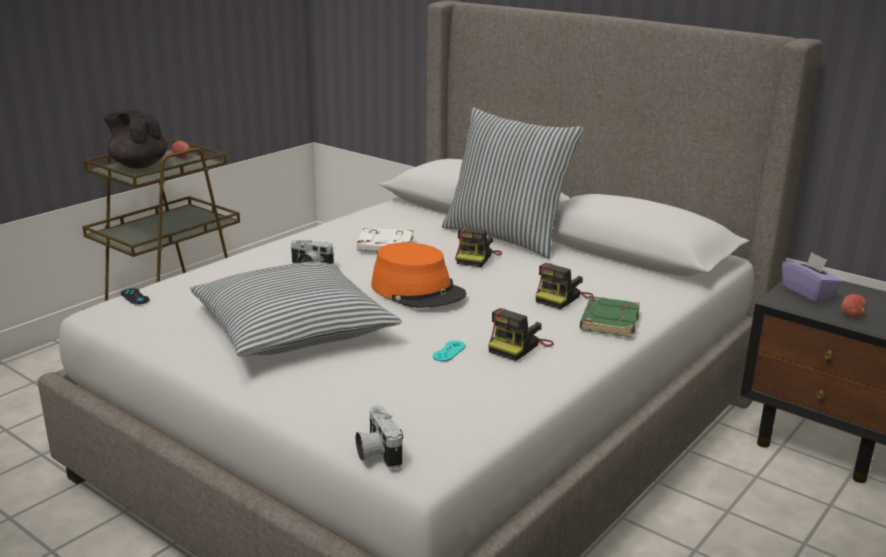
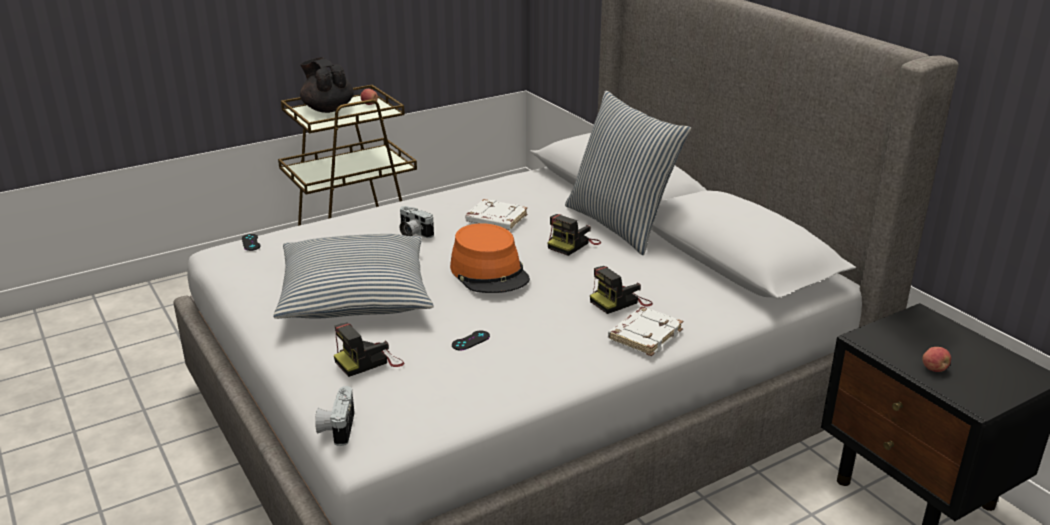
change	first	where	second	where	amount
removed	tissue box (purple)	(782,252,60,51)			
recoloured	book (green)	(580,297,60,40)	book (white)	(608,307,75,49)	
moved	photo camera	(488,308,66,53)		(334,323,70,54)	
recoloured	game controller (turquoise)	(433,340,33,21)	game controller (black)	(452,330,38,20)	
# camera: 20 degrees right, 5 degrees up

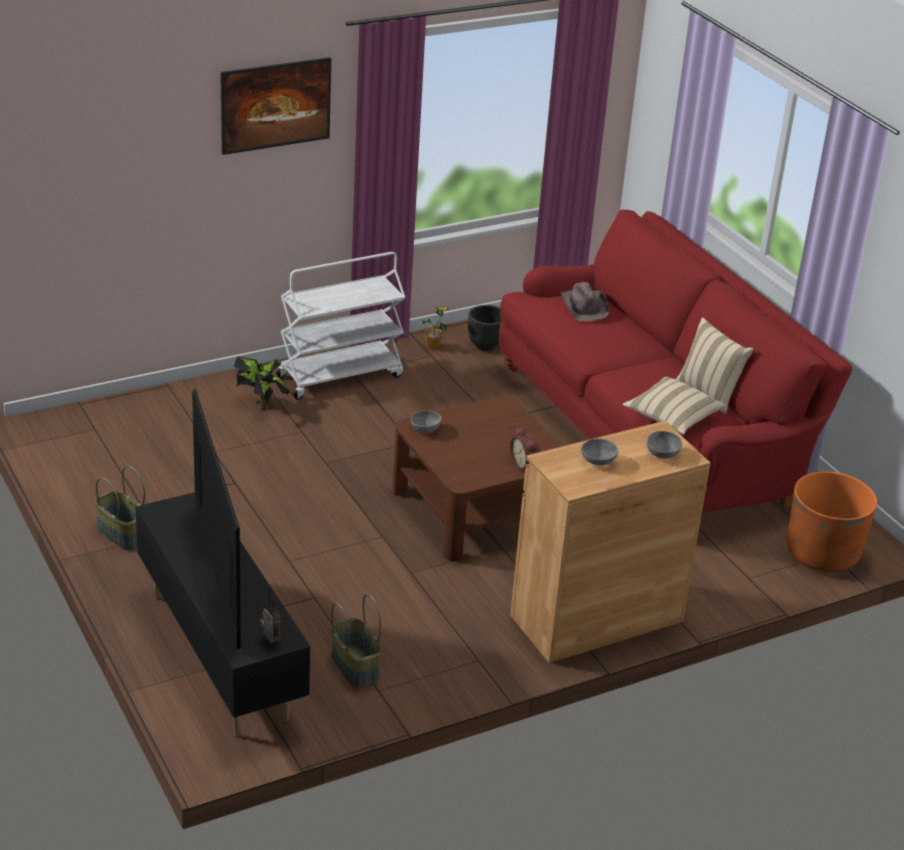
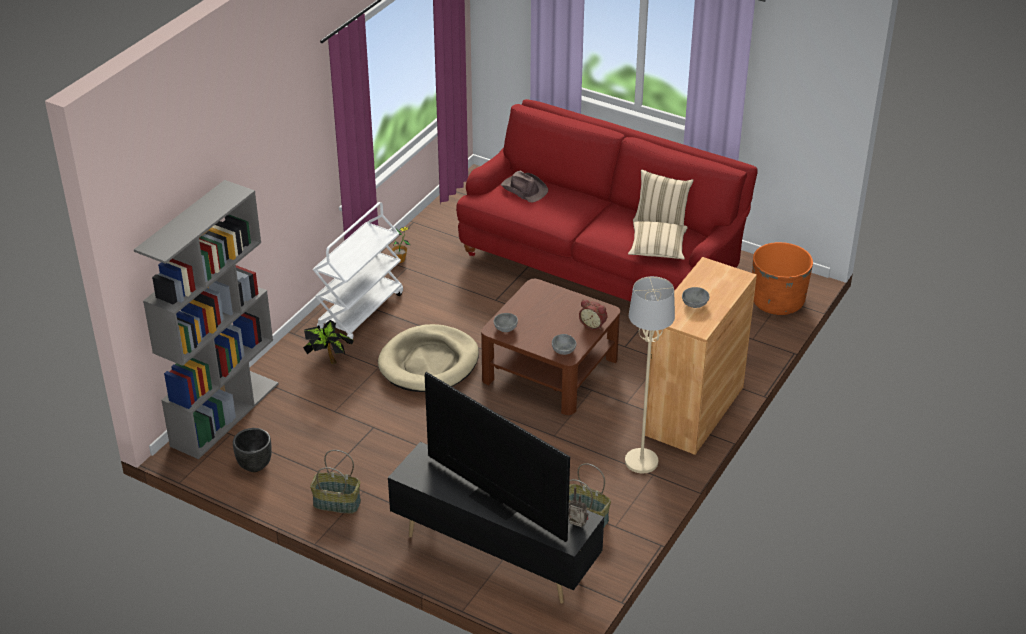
change	first	where	second	where	amount
removed	picture	(220,57,111,98)			
moved	planter (black)	(468,305,34,46)		(233,428,39,44)	
moved	bowl (grey)	(647,431,35,28)		(552,334,24,21)	
added			bookcase (grey)	(134,180,144,279)	
added			floor lamp (beige)	(625,276,50,197)	
added			dog bed (beige)	(378,324,101,68)	
# camera: 30 degrees left, 5 degrees up

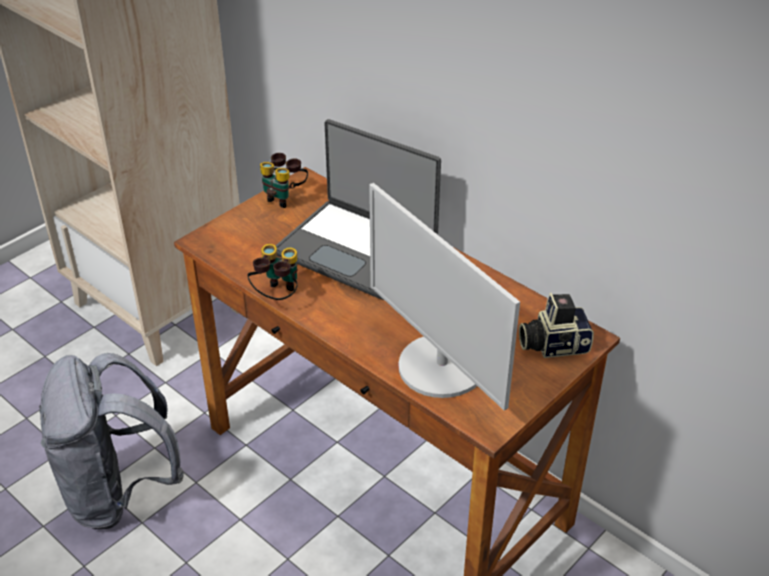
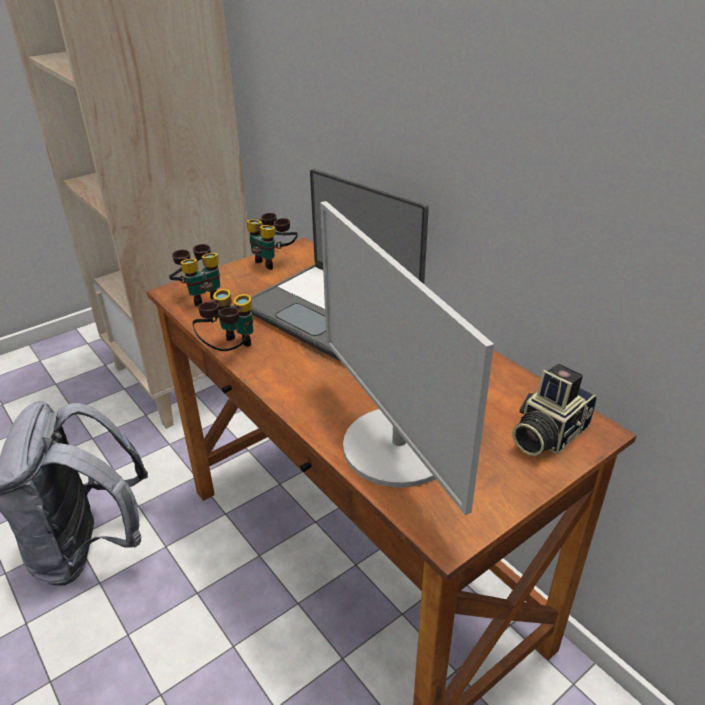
change	first	where	second	where	amount
turned	photo camera	(519,293,75,65)		(512,364,85,92)	45 degrees counterclockwise
added			binoculars	(169,244,51,62)	
# camera: 10 degrees right, 5 degrees down

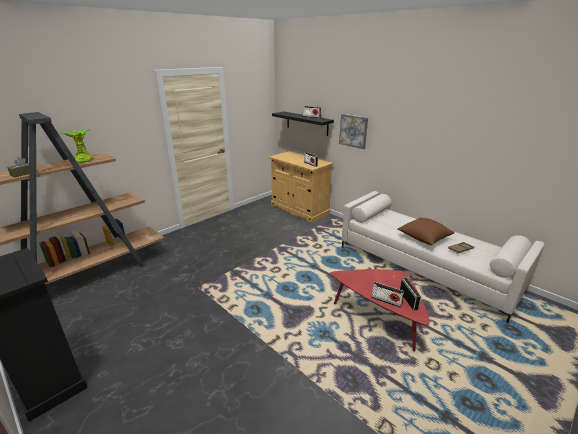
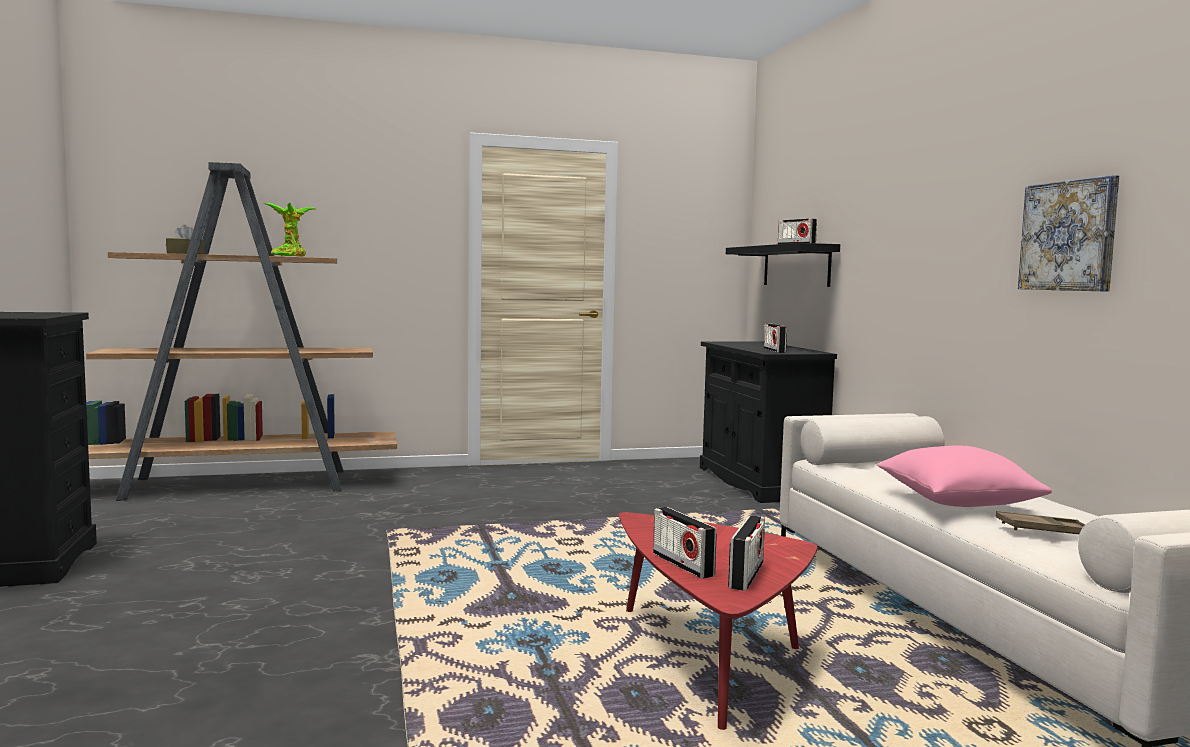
change	first	where	second	where	amount
moved	picture	(339,114,29,35)		(1018,175,101,117)	
recoloured	cabinet (beige)	(269,151,64,72)	cabinet (black)	(700,342,137,161)	
recoloured	pillow (brown)	(398,218,57,27)	pillow (pink)	(877,445,175,62)	
# camera: 30 degrees right, 20 degrees down

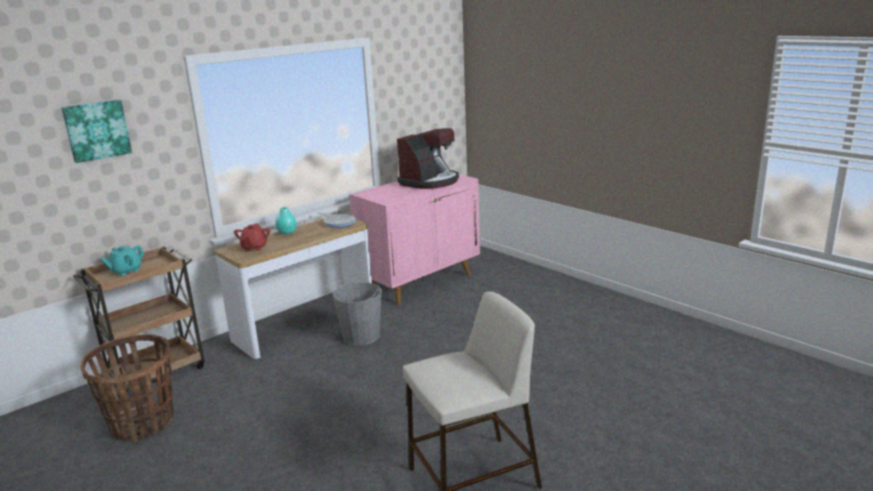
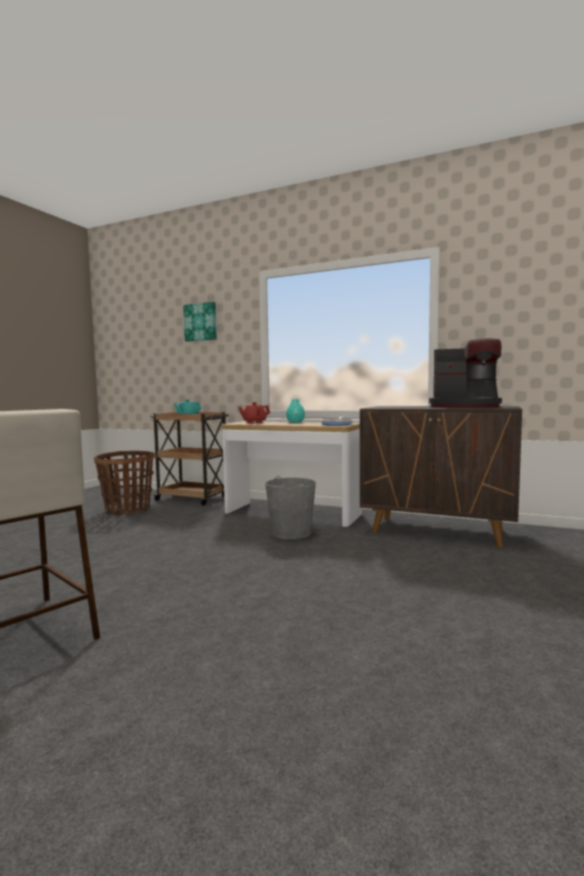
change	first	where	second	where	amount
recoloured	cabinet (pink)	(349,174,131,131)	cabinet (brown)	(360,406,162,142)	
# camera: 65 degrees right, 15 degrees down

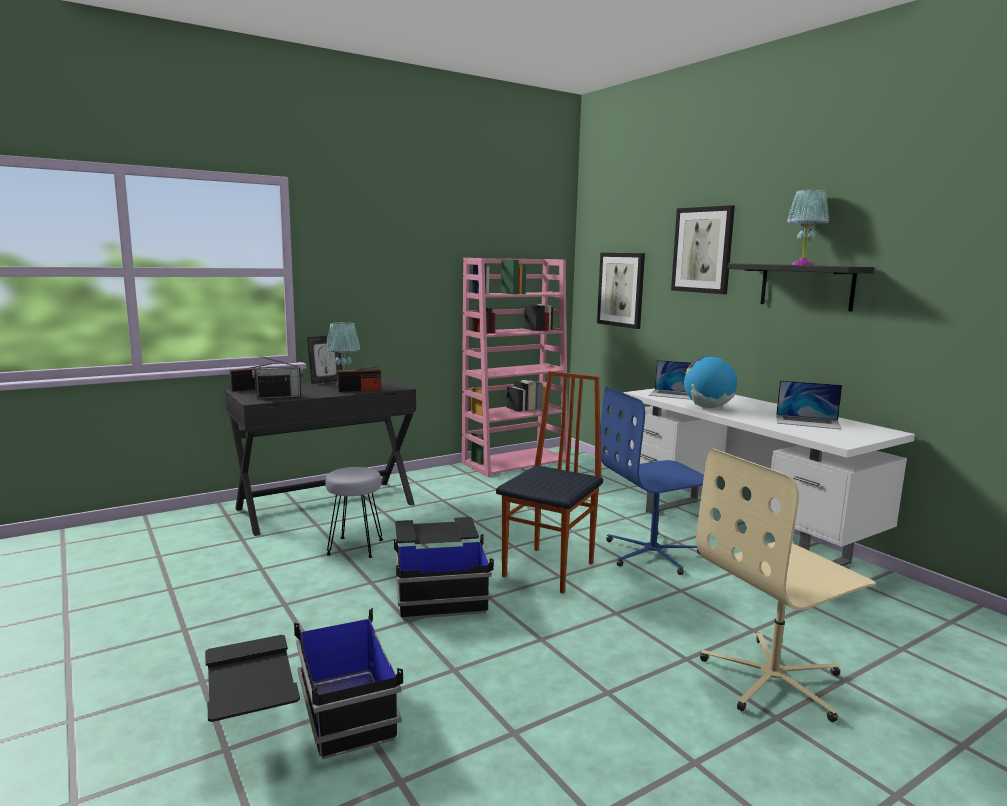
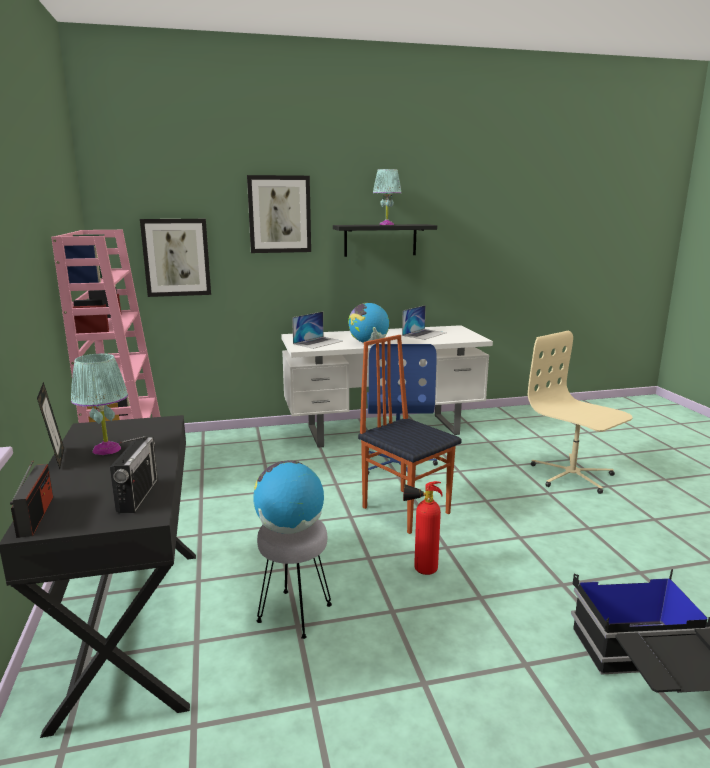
change	first	where	second	where	amount
removed	radio	(337,366,44,26)			
turned	office chair (beige)	(696,449,180,273)		(528,331,105,163)	150 degrees clockwise
replaced	storage box (black)	(394,517,100,103)	fire extinguisher	(403,481,40,94)	
added			globe	(253,460,71,74)	
# camera: 70 degrees left, 5 degrees up

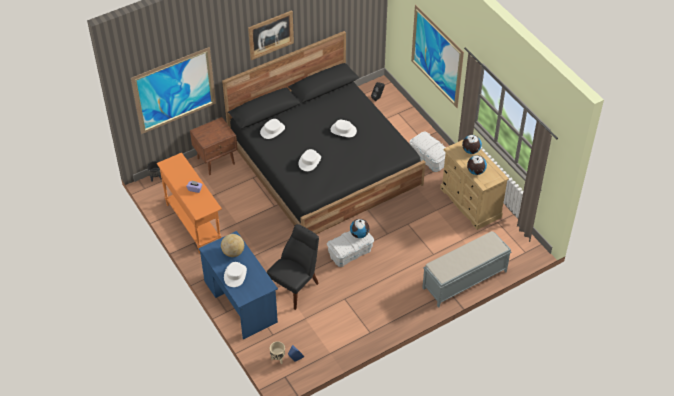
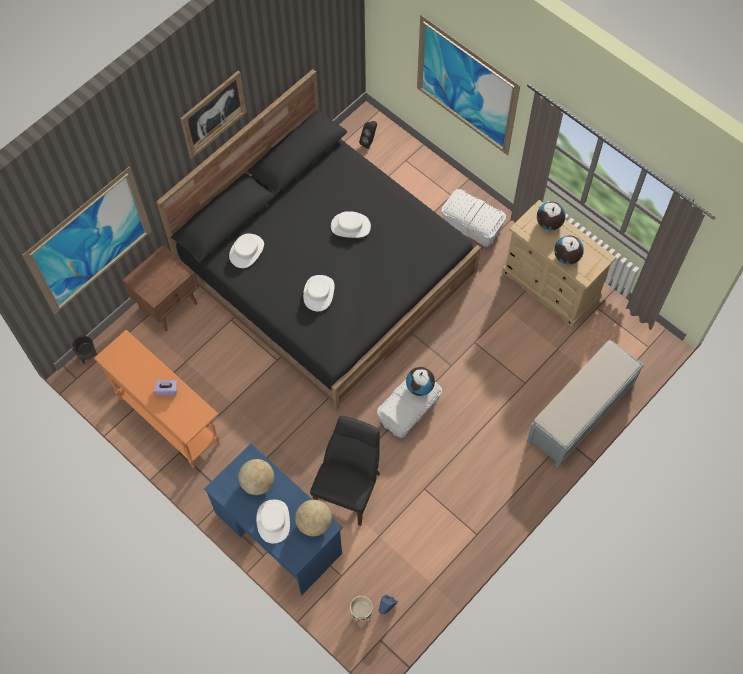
change	first	where	second	where	amount
added			globe	(295,500,37,36)	
# camera: 15 degrees left, 15 degrees up

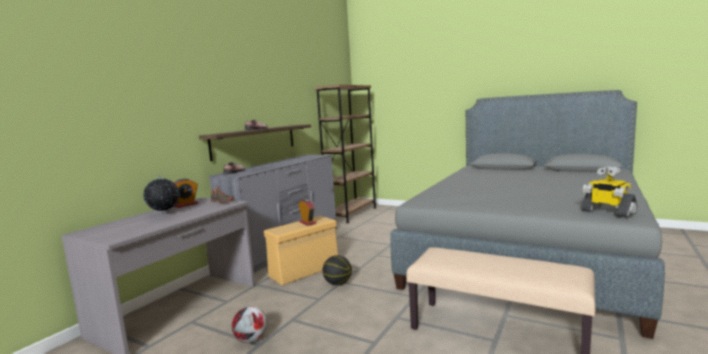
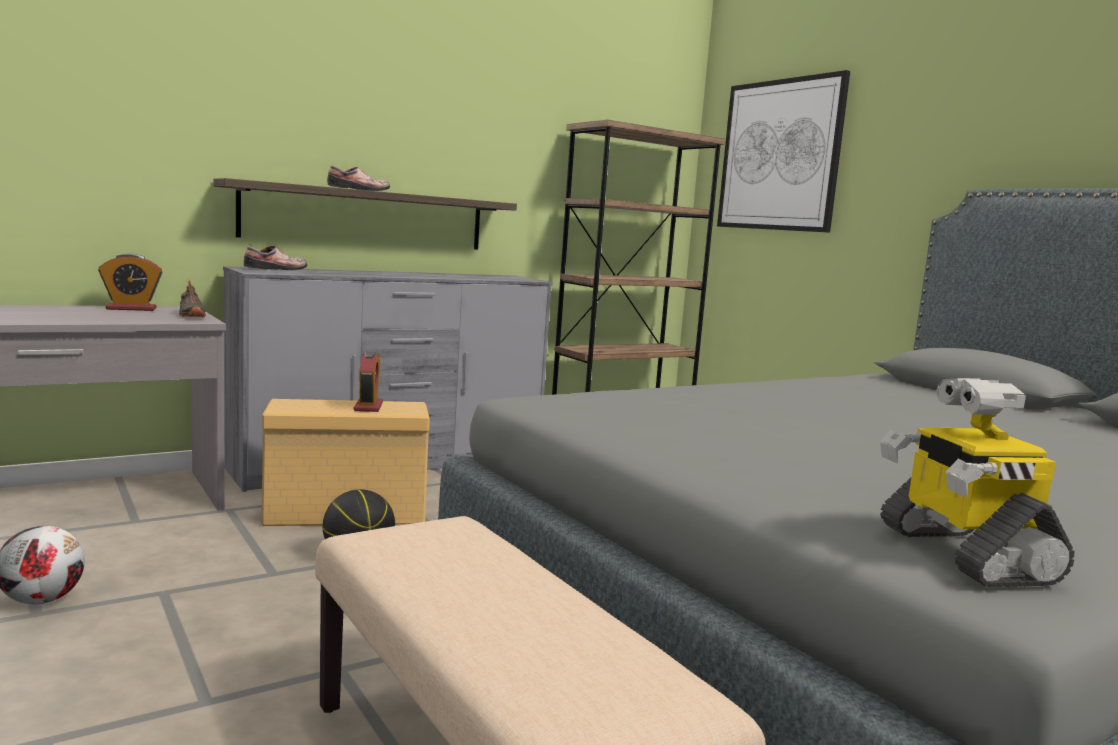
change	first	where	second	where	amount
removed	globe	(143,175,36,40)			
added			picture	(717,70,133,163)	
# camera: 25 degrees right, 0 degrees up

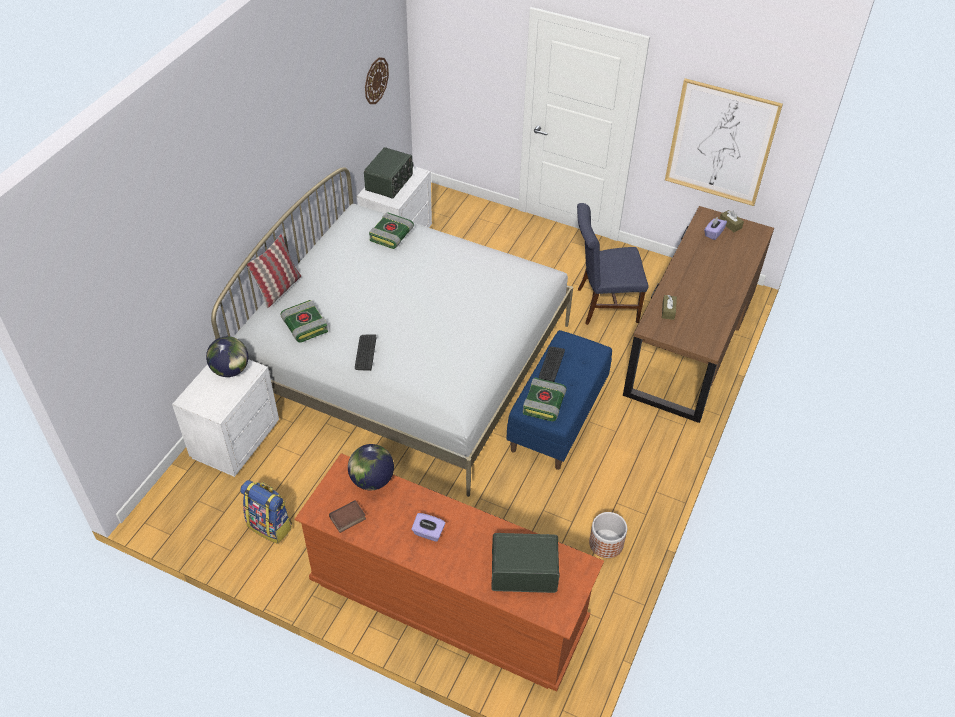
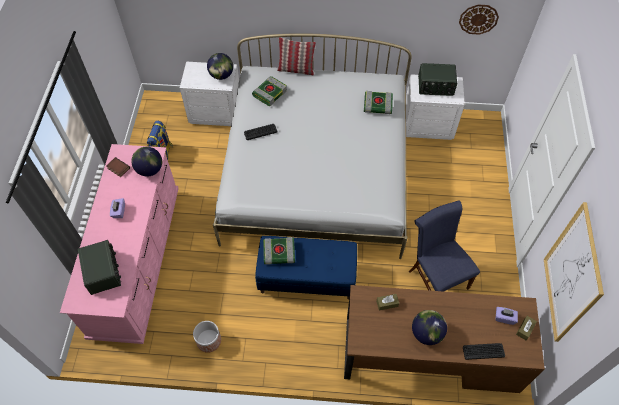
change	first	where	second	where	amount
moved	keyboard	(539,347,26,35)		(463,343,42,17)	
recoloured	dresser (brown)	(295,453,309,239)	dresser (pink)	(60,144,119,200)	
added			globe	(412,310,35,35)	
# camera: 70 degrees right, 10 degrees up

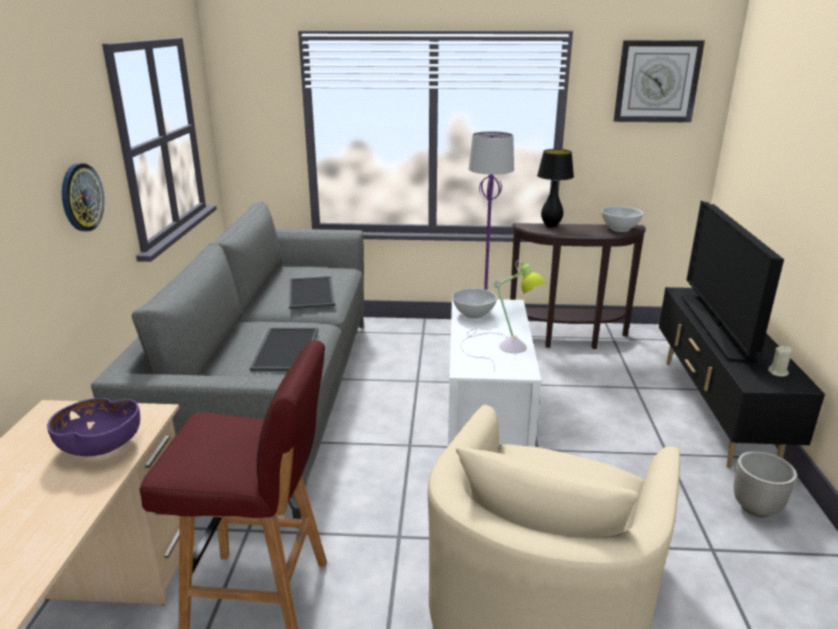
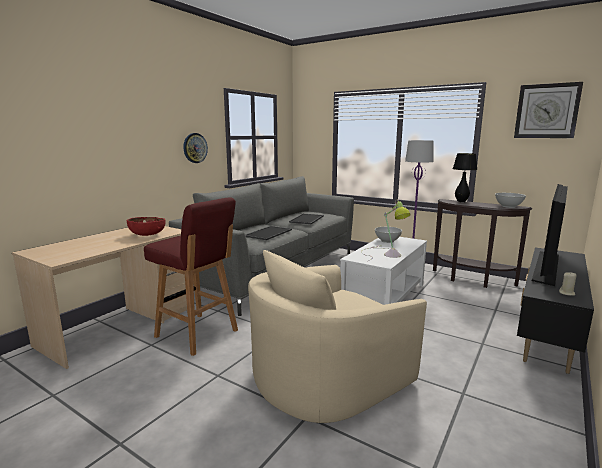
change	first	where	second	where	amount
recoloured	bowl (purple)	(47,398,93,58)	bowl (red)	(127,217,39,19)	
removed	planter	(734,451,63,66)			
# camera: 30 degrees right, 10 degrees down

